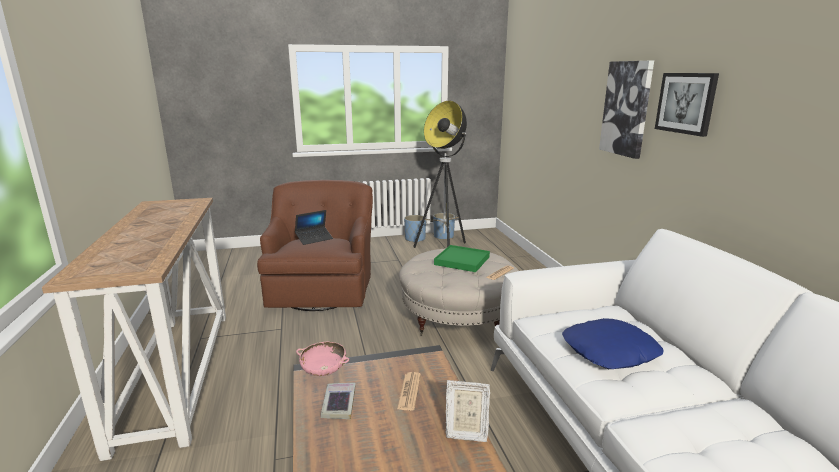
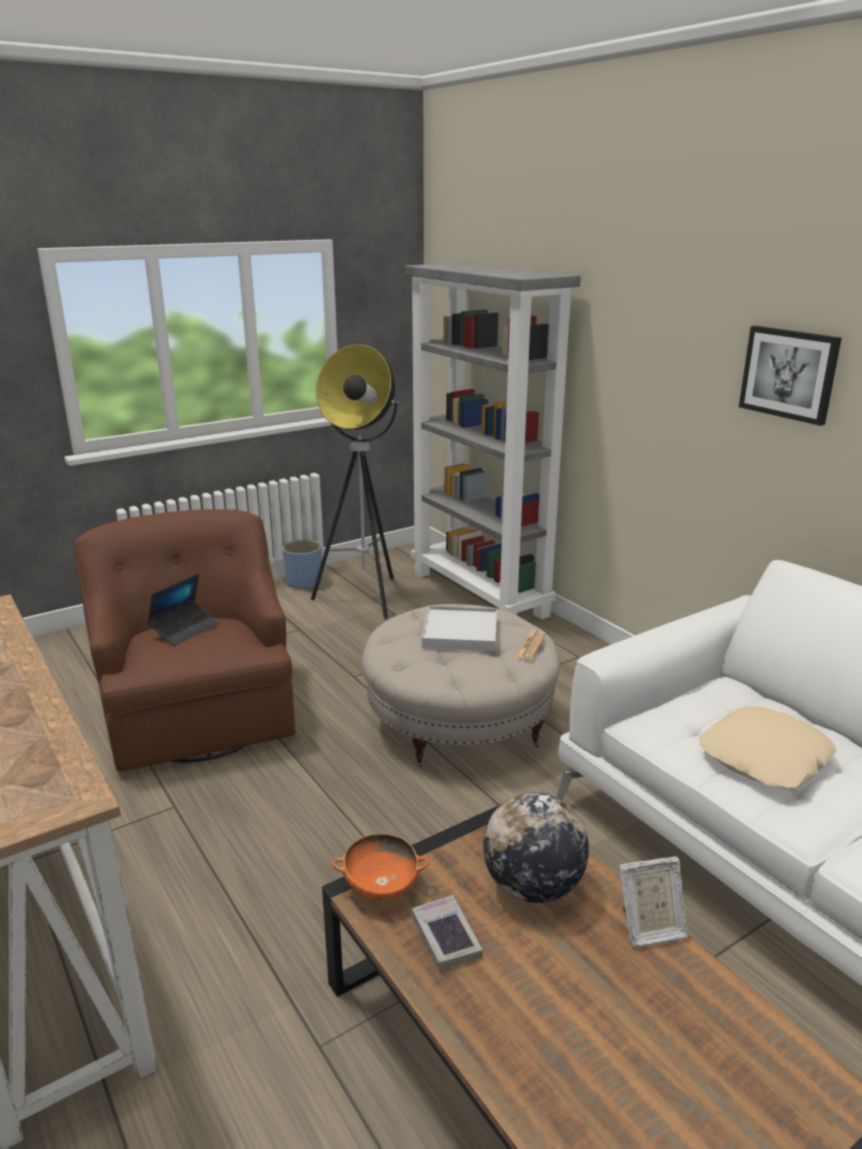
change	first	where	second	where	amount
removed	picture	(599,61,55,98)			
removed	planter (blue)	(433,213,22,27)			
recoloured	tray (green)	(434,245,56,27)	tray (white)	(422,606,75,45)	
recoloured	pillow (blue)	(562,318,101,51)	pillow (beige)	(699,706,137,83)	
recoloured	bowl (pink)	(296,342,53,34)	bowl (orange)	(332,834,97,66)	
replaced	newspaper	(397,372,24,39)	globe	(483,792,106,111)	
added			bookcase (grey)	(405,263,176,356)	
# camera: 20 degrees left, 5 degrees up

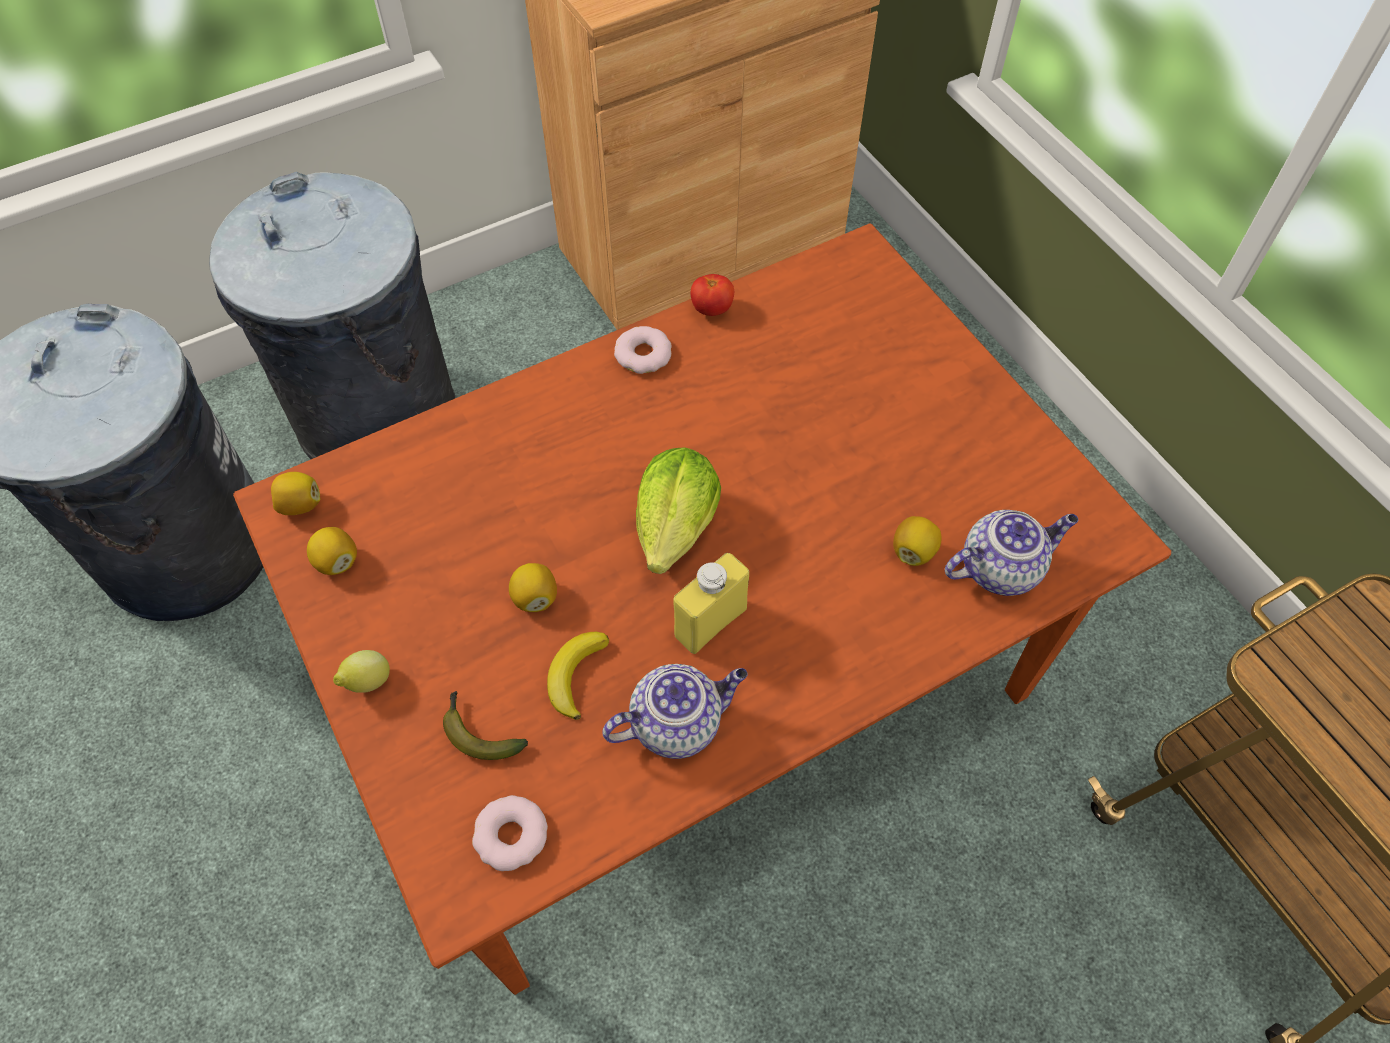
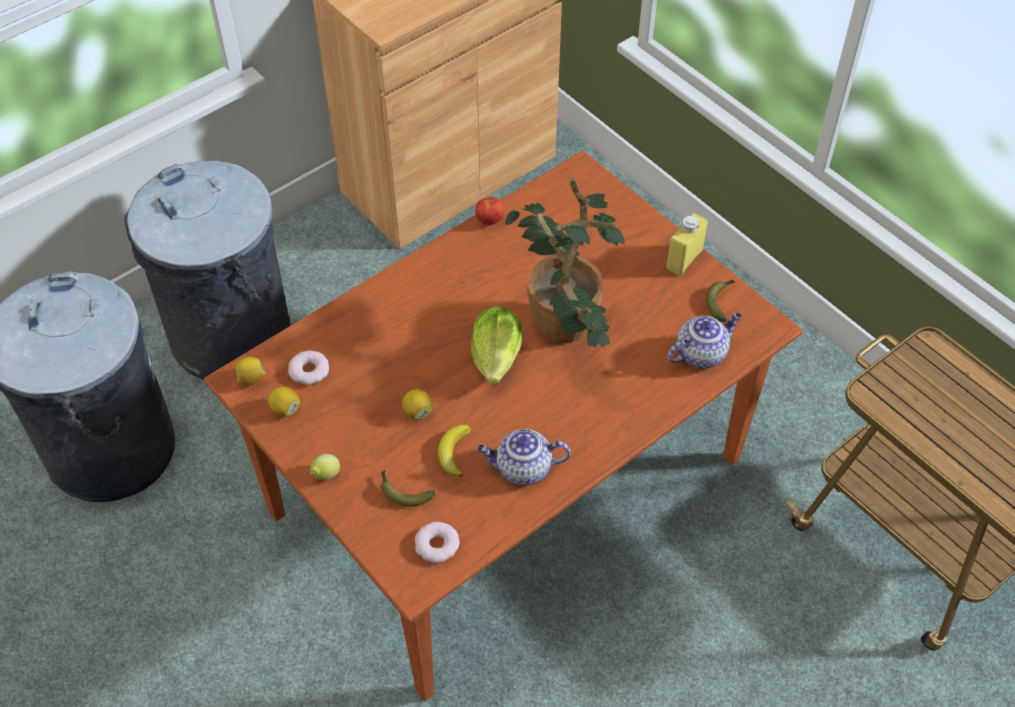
change	first	where	second	where	amount
moved	donut	(614,326,58,48)		(288,350,41,35)	
removed	lemon	(893,516,49,50)			
moved	bottle (yellow)	(673,553,76,101)		(666,213,42,63)	
turned	teapot	(602,664,146,95)		(477,429,94,57)	150 degrees counterclockwise
added			potted plant	(505,177,120,171)	
added			banana	(705,280,30,42)	
# camera: 10 degrees left, 5 degrees down

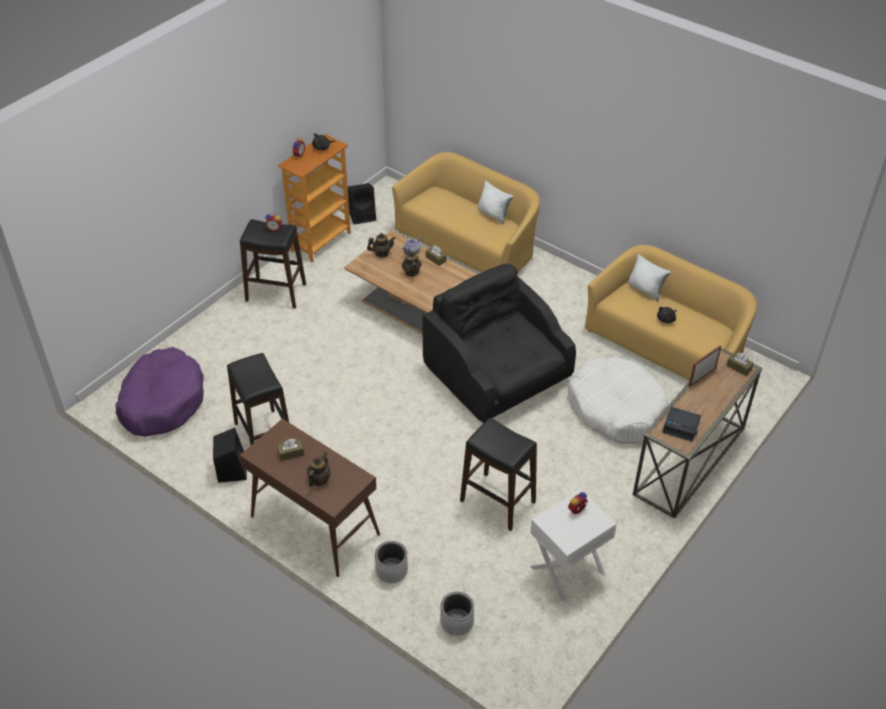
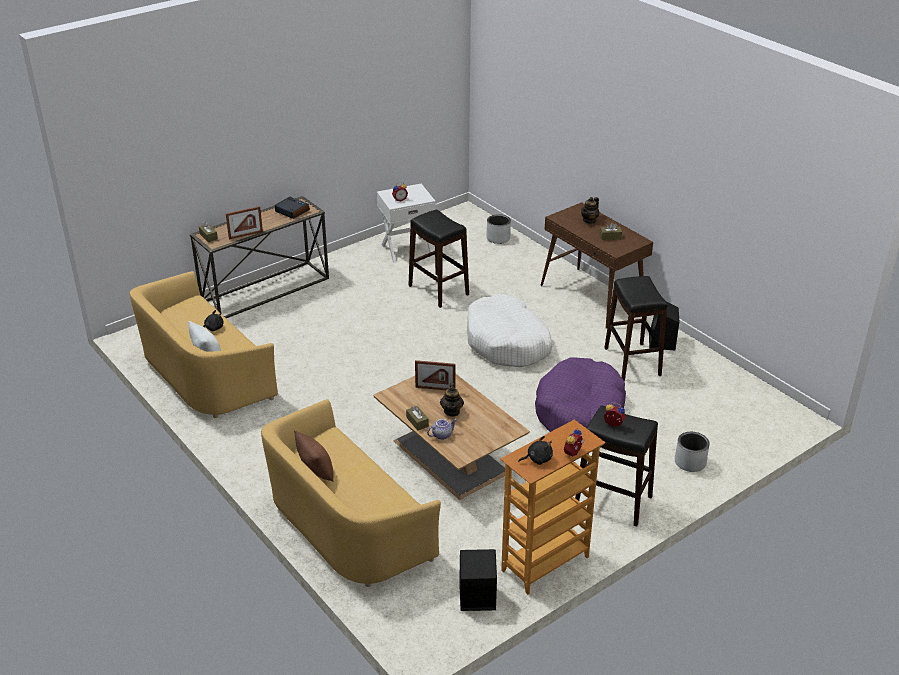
change	first	where	second	where	amount
recoloured	pillow (white)	(477,180,36,44)	pillow (brown)	(294,431,39,50)	
removed	teapot	(367,233,29,25)			
removed	armchair (black)	(422,264,154,159)			
moved	dog bed (purple)	(115,347,89,90)		(535,357,91,75)	
moved	dog bed (white)	(568,357,101,87)		(467,294,85,73)	
moved	planter (grey)	(375,541,33,42)		(675,432,35,40)	
added			picture frame	(415,360,40,30)	
# camera: 165 degrees left, 10 degrees down

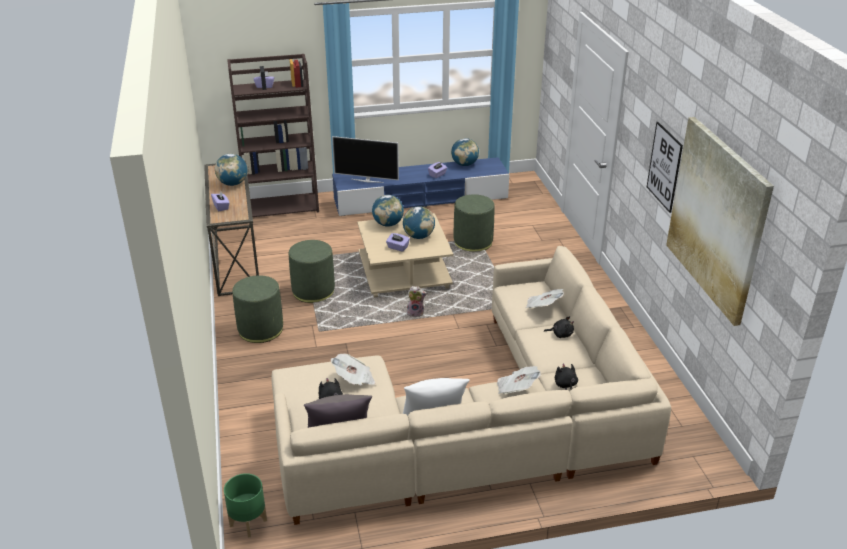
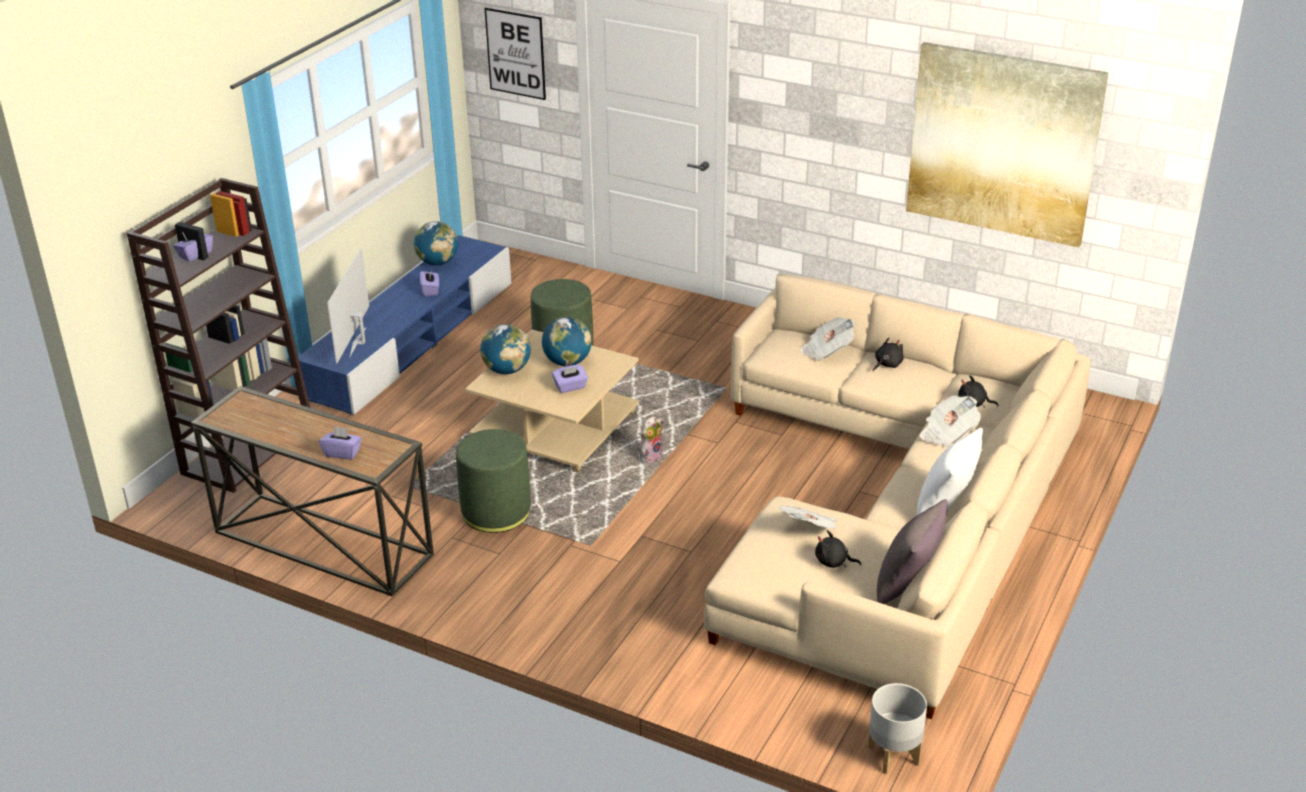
change	first	where	second	where	amount
moved	picture	(647,122,36,91)		(485,8,61,92)	
turned	television	(332,136,67,47)		(327,248,42,115)	135 degrees clockwise
removed	globe	(215,154,32,32)			
removed	ottoman (green)	(232,275,51,68)			
recoloured	planter (green)	(224,473,43,65)	planter (grey)	(868,683,59,91)	
# camera: 50 degrees left, 0 degrees up

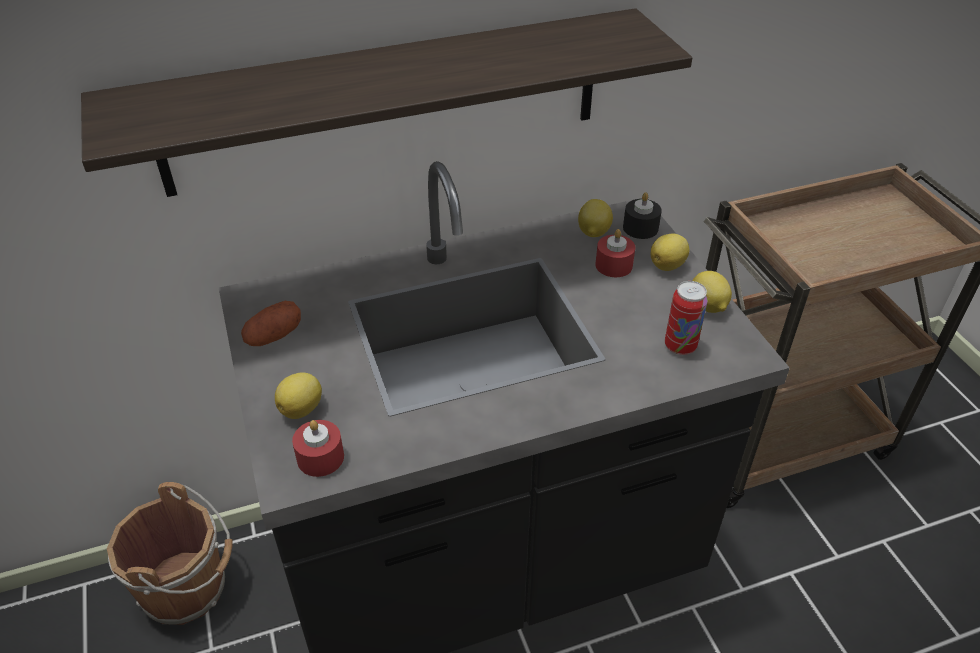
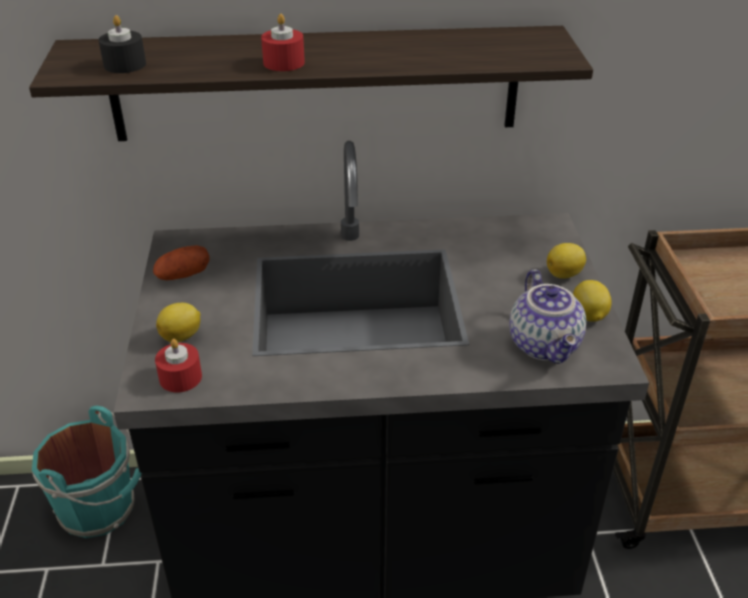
change	first	where	second	where	amount
moved	candle (black)	(623,192,39,47)		(99,15,47,58)	
removed	lemon	(578,199,35,38)			
moved	candle (red)	(595,229,40,48)		(261,14,44,57)	
replaced	can	(665,281,43,74)	teapot	(510,269,77,95)	
recoloured	bucket (brown)	(107,482,125,143)	bucket (turquoise)	(32,406,110,132)	
# camera: 15 degrees right, 5 degrees down

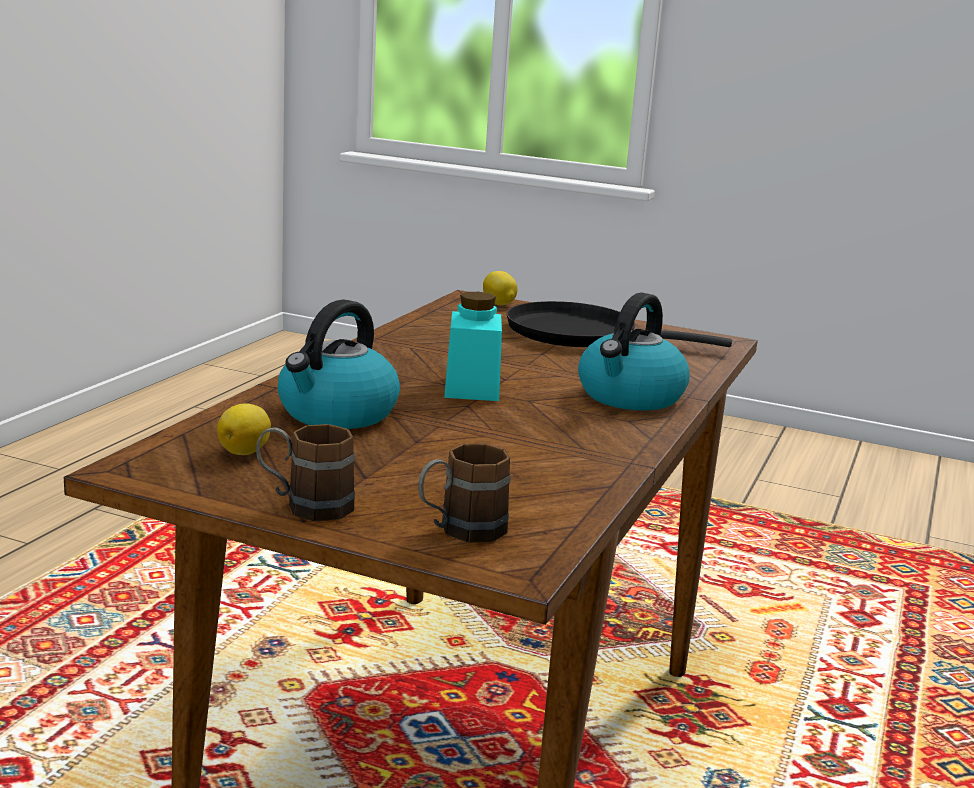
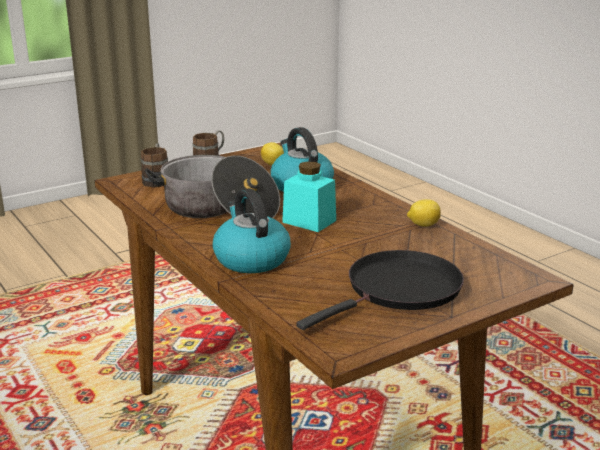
change	first	where	second	where	amount
moved	lemon	(483,271,35,34)		(407,199,34,28)	
added			cooking pot	(145,155,135,63)	
# camera: 125 degrees right, 5 degrees up

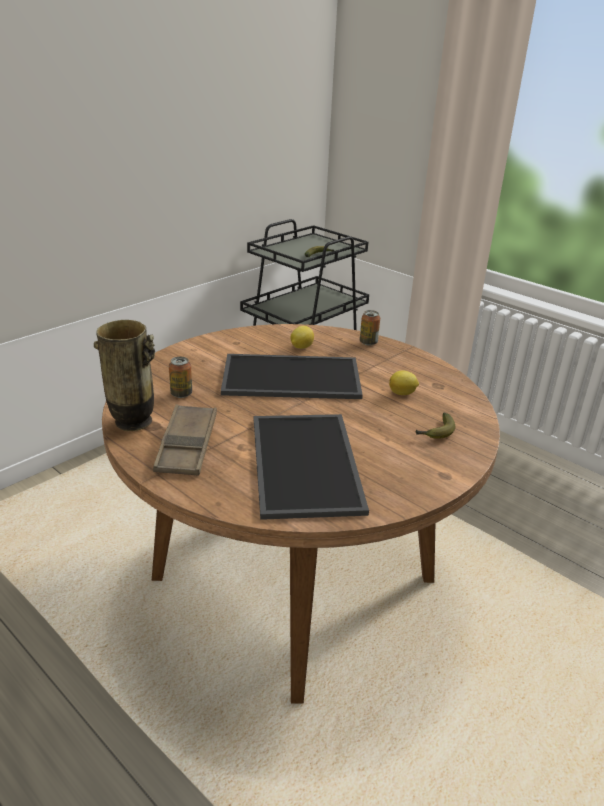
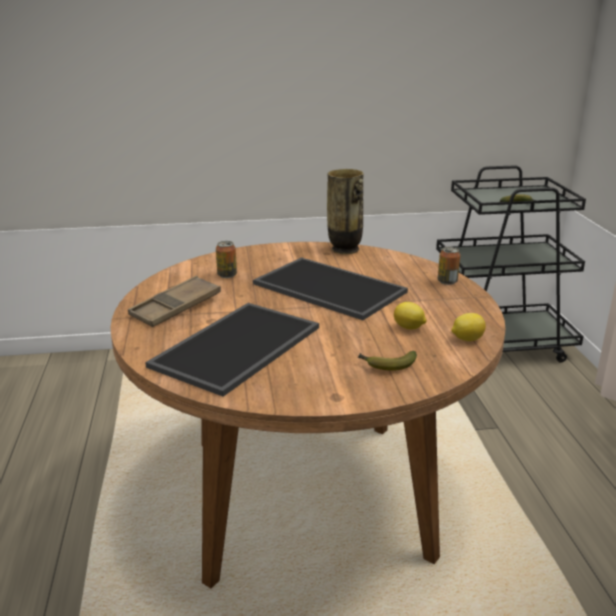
change	first	where	second	where	amount
moved	vase	(94,320,61,111)		(327,169,37,85)	
moved	lemon	(290,326,24,23)		(451,313,35,28)	
# camera: 40 degrees right, 5 degrees down

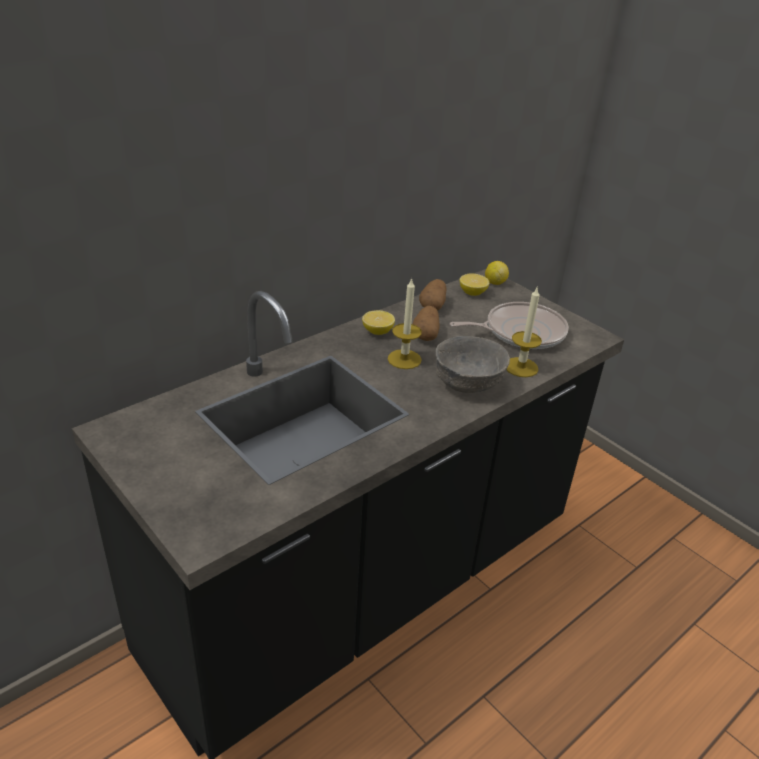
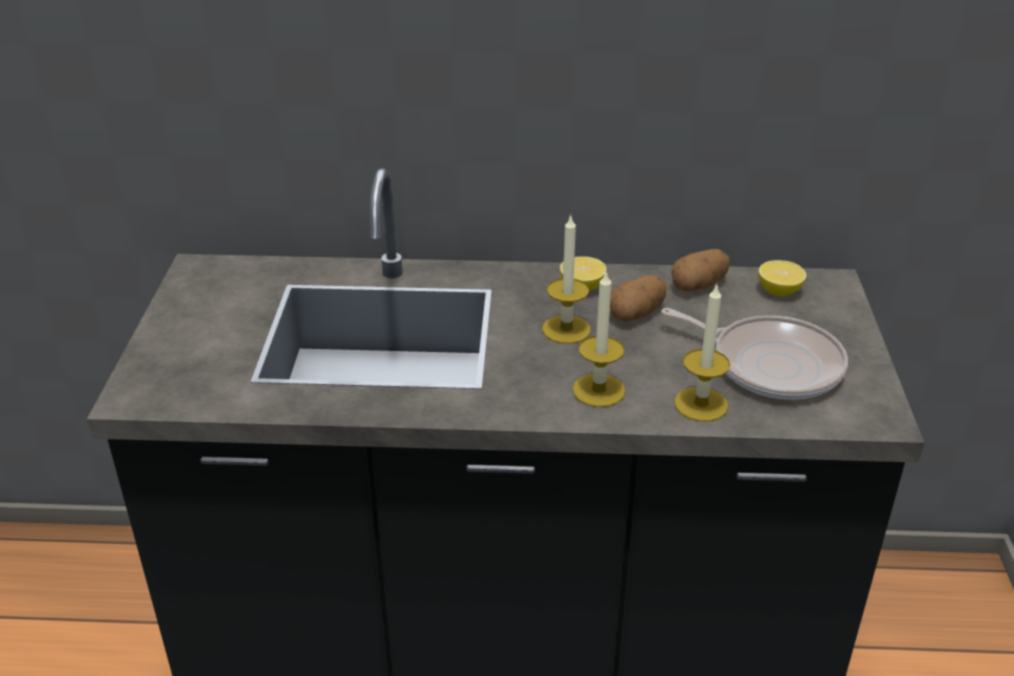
change	first	where	second	where	amount
removed	lemon	(485,261,24,24)			
replaced	bowl (grey)	(436,336,74,57)	candle	(573,271,52,136)	
# camera: 45 degrees right, 0 degrees up

